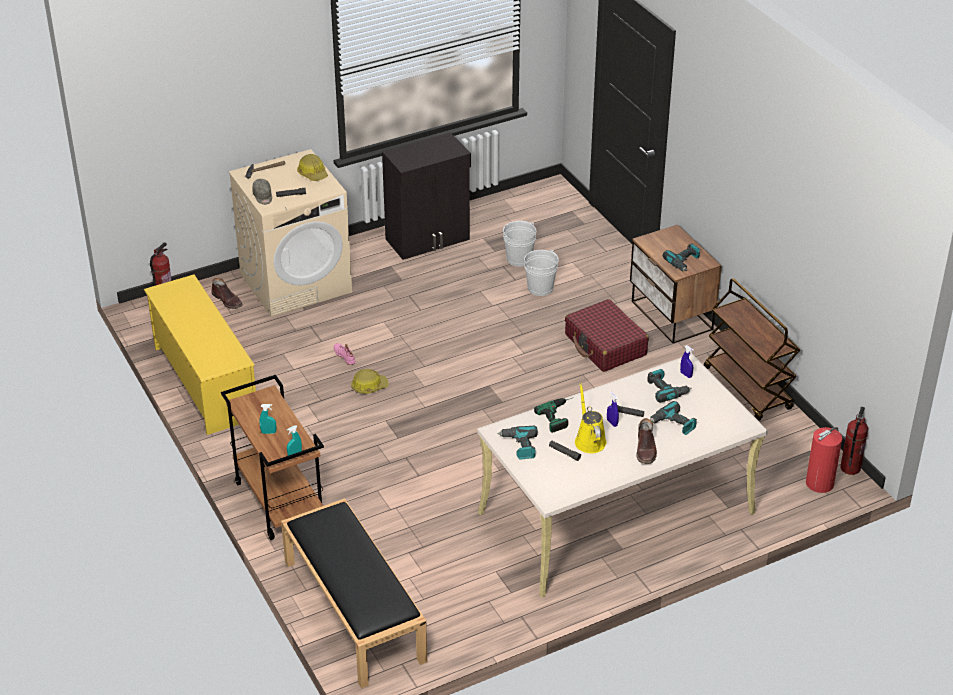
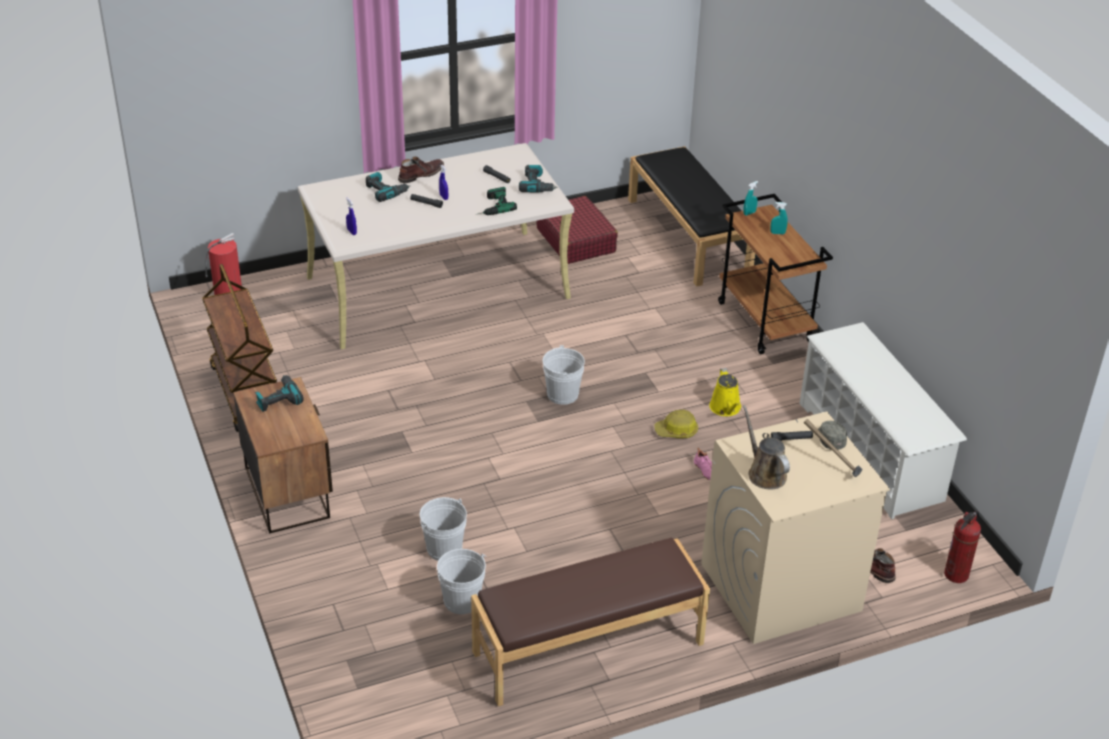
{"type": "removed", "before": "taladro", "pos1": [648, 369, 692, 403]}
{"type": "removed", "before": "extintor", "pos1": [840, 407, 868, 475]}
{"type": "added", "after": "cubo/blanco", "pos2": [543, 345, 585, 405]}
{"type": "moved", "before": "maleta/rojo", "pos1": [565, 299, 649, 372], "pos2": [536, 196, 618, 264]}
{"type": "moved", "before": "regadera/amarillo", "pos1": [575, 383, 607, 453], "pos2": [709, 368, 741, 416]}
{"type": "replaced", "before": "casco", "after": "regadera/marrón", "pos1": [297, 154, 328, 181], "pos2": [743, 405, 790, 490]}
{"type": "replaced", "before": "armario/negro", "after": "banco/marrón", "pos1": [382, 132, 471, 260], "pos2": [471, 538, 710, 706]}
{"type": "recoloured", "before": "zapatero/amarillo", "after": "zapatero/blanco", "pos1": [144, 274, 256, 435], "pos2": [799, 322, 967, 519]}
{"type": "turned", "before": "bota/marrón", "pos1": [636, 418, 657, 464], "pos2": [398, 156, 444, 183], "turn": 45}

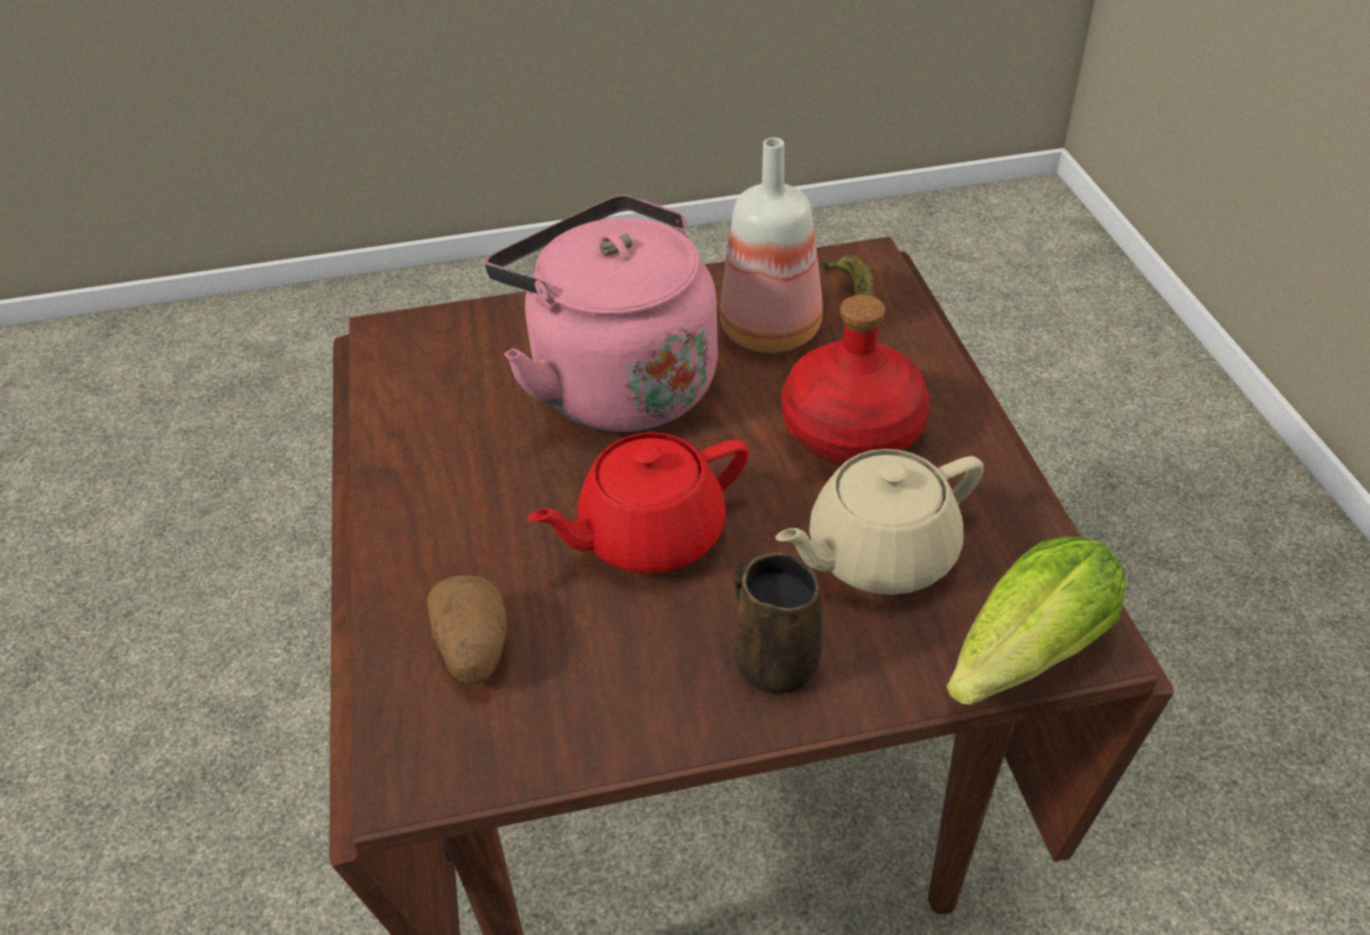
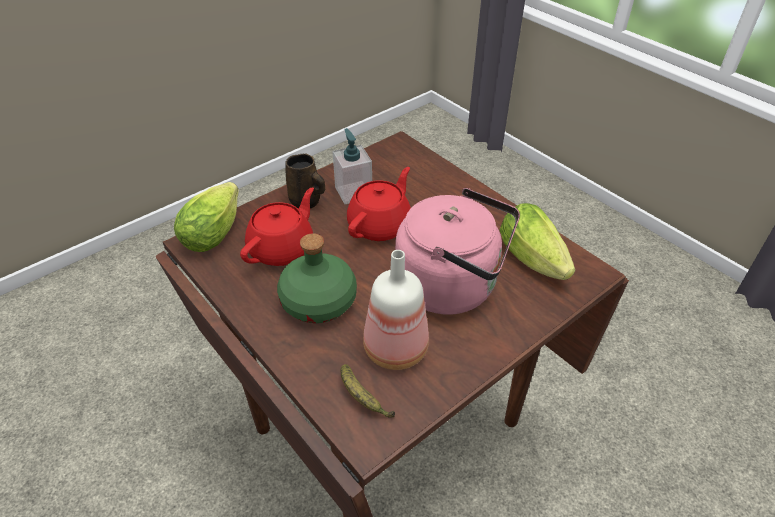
{"type": "removed", "before": "patata", "pos1": [427, 575, 507, 684]}
{"type": "added", "after": "dispensador de jabón", "pos2": [333, 128, 372, 204]}
{"type": "added", "after": "lechuga", "pos2": [500, 203, 575, 280]}
{"type": "recoloured", "before": "tetera/beis", "after": "tetera/rojo", "pos1": [775, 449, 984, 595], "pos2": [240, 187, 314, 266]}
{"type": "recoloured", "before": "botella/rojo", "after": "botella/verde", "pos1": [781, 294, 930, 464], "pos2": [277, 233, 357, 323]}

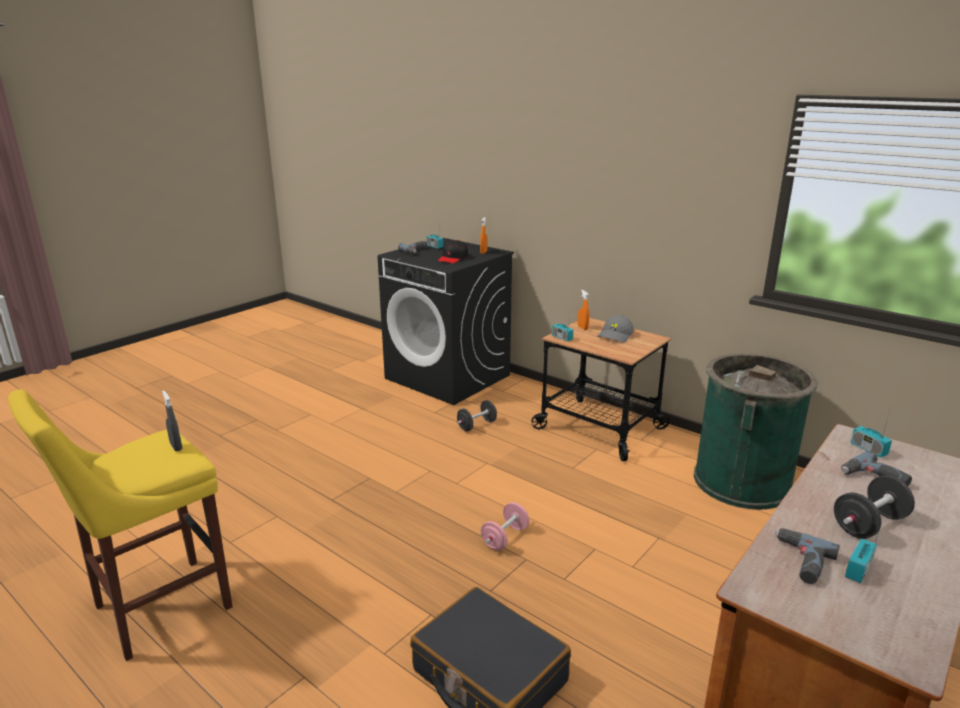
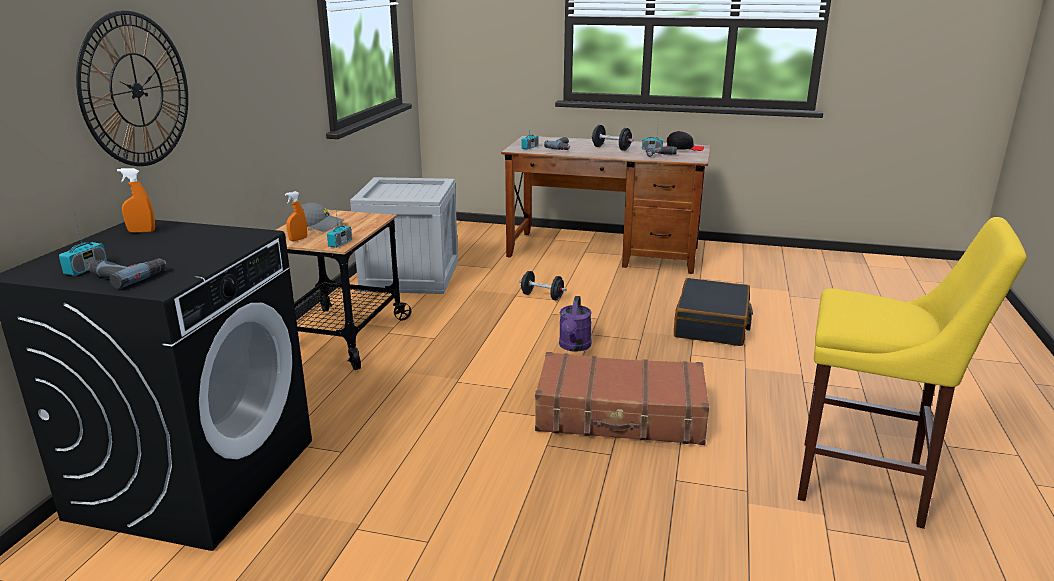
{"type": "removed", "before": "pulverizador/gris", "pos1": [162, 390, 182, 452]}
{"type": "added", "after": "reloj de pared", "pos2": [76, 11, 188, 166]}
{"type": "added", "after": "maleta/marrón", "pos2": [535, 352, 709, 445]}
{"type": "moved", "before": "gorra/negro", "pos1": [438, 240, 468, 263], "pos2": [667, 131, 704, 151]}
{"type": "moved", "before": "mancuerna/negro", "pos1": [457, 400, 497, 432], "pos2": [519, 271, 567, 300]}
{"type": "replaced", "before": "mancuerna/rosa", "after": "regadera/morado", "pos1": [481, 502, 529, 550], "pos2": [559, 296, 592, 352]}
{"type": "replaced", "before": "papelera/verde", "after": "caja de embalaje", "pos1": [694, 353, 818, 510], "pos2": [350, 177, 458, 294]}

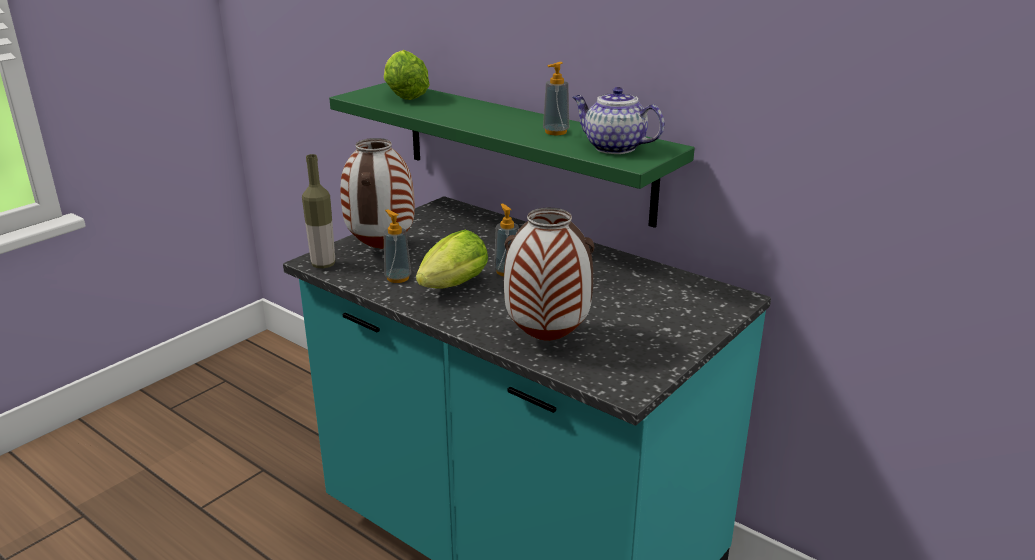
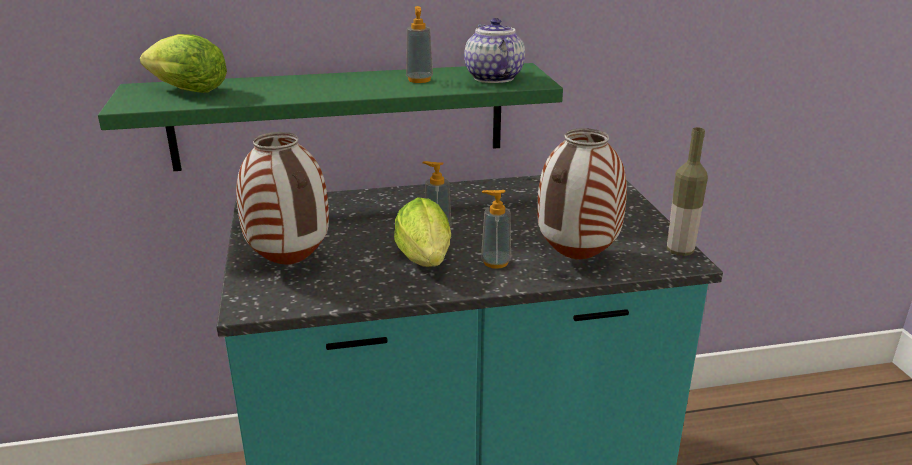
{"type": "moved", "before": "botella", "pos1": [302, 154, 335, 268], "pos2": [667, 127, 708, 256]}
{"type": "moved", "before": "dispensador de jabón", "pos1": [383, 210, 411, 283], "pos2": [481, 190, 511, 269]}
{"type": "turned", "before": "tetera", "pos1": [572, 87, 664, 154], "pos2": [464, 18, 525, 83], "turn": 90}

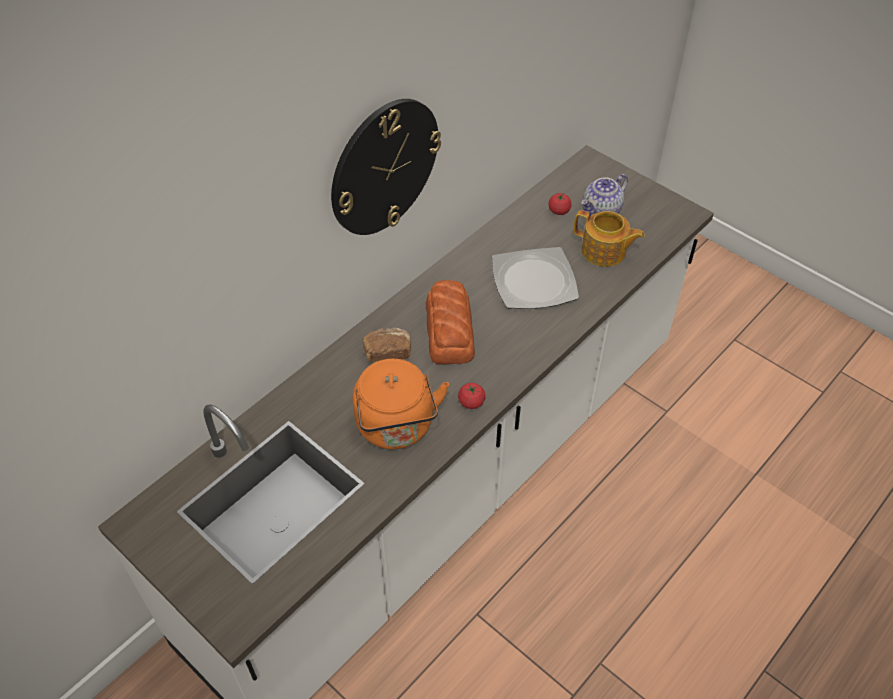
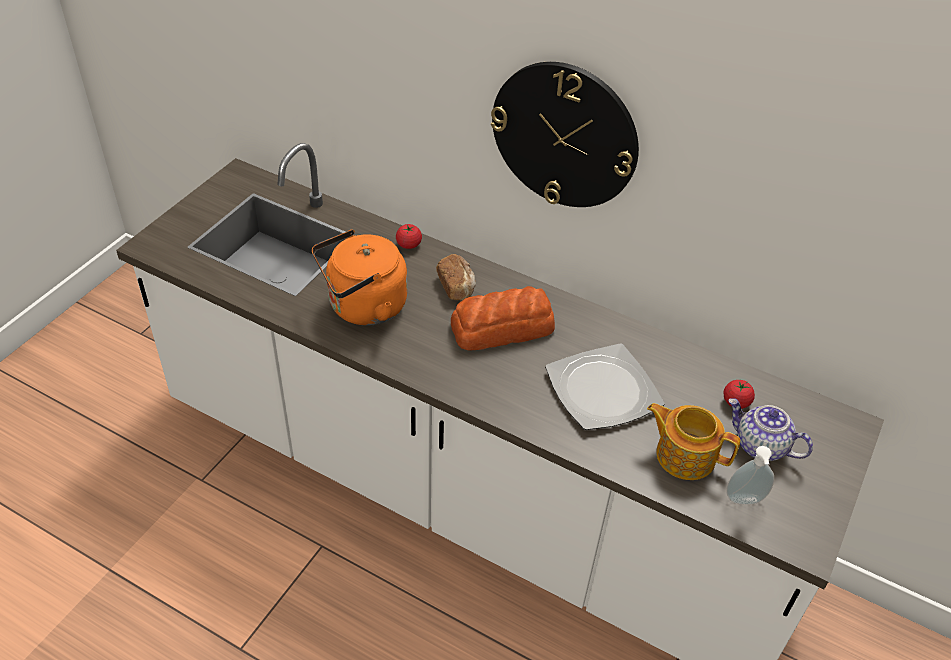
{"type": "added", "after": "dispensador de jabón", "pos2": [726, 446, 774, 505]}
{"type": "moved", "before": "tomate", "pos1": [458, 383, 486, 409], "pos2": [396, 224, 422, 249]}
{"type": "turned", "before": "tetera", "pos1": [574, 210, 645, 267], "pos2": [647, 403, 740, 480], "turn": 105}

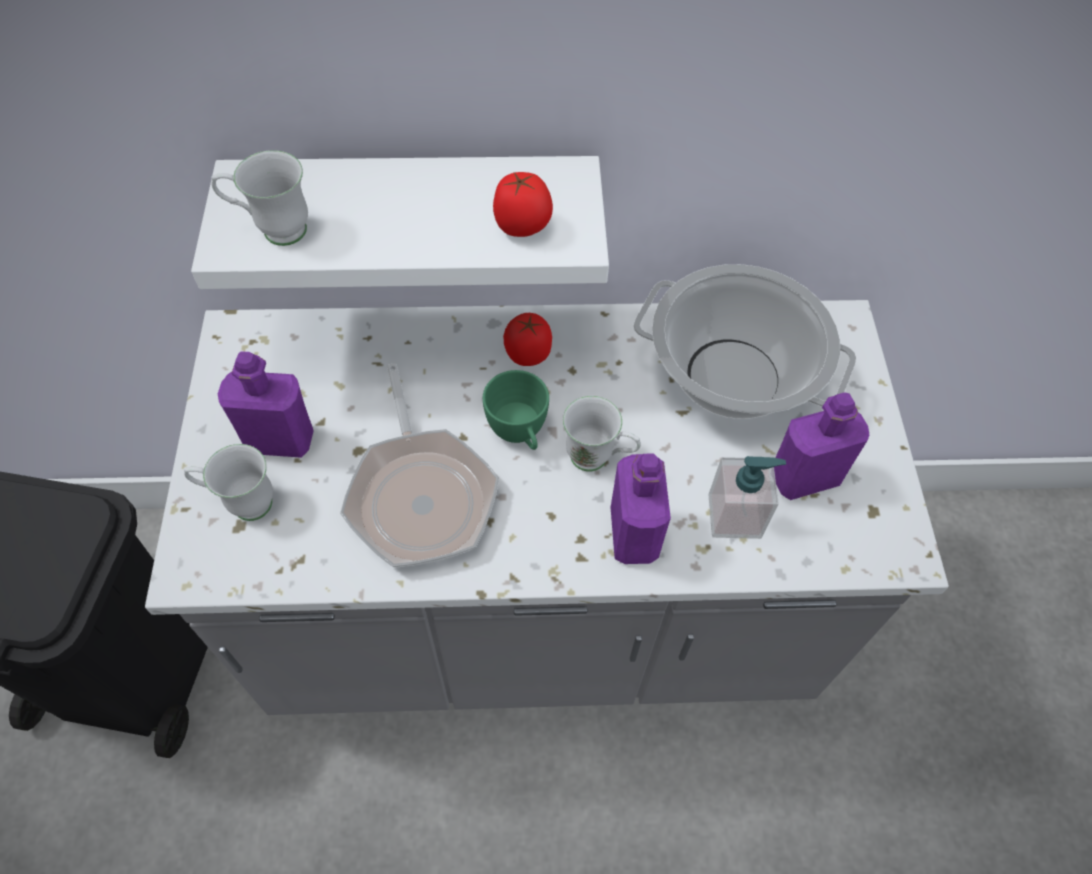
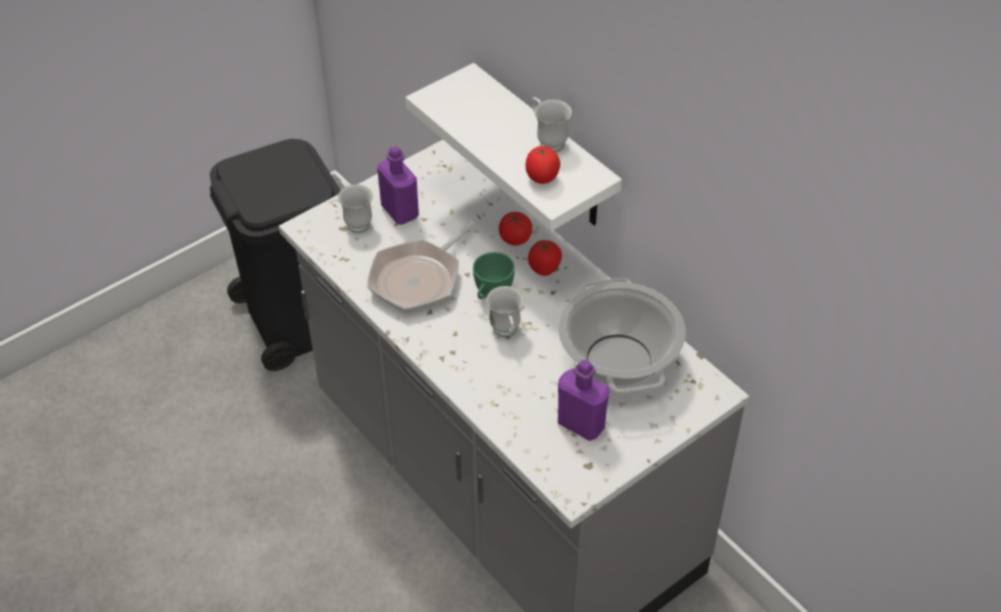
{"type": "removed", "before": "botella/morado", "pos1": [610, 453, 671, 564]}
{"type": "removed", "before": "dispensador de jabón", "pos1": [708, 456, 786, 539]}
{"type": "added", "after": "tomate", "pos2": [499, 212, 532, 246]}
{"type": "moved", "before": "taza grande/blanco", "pos1": [211, 150, 308, 246], "pos2": [532, 97, 572, 152]}

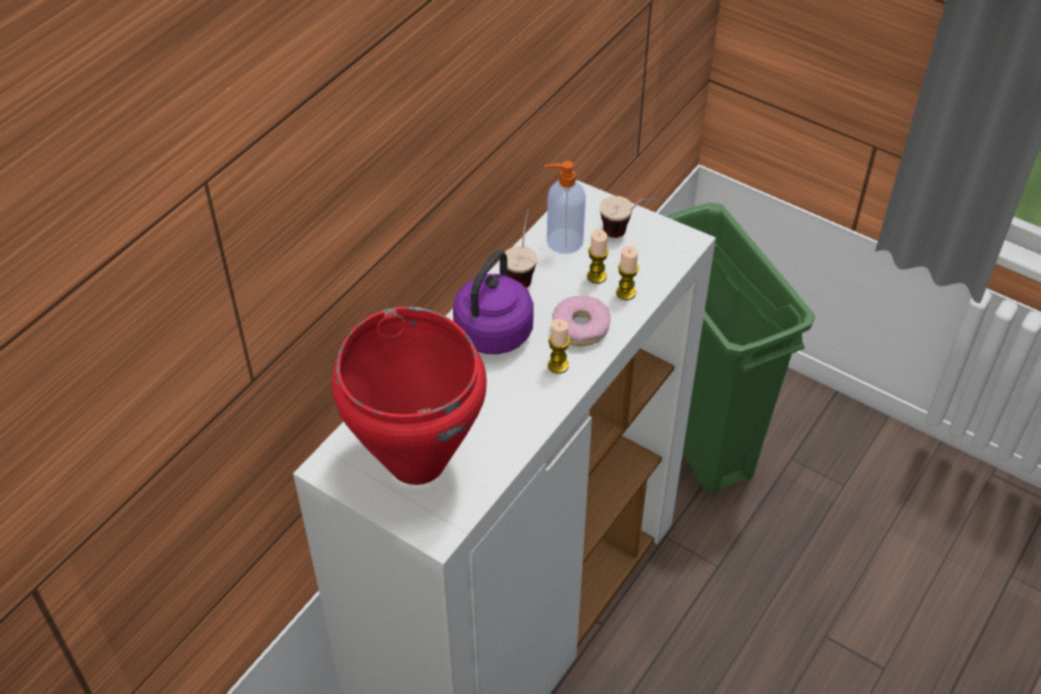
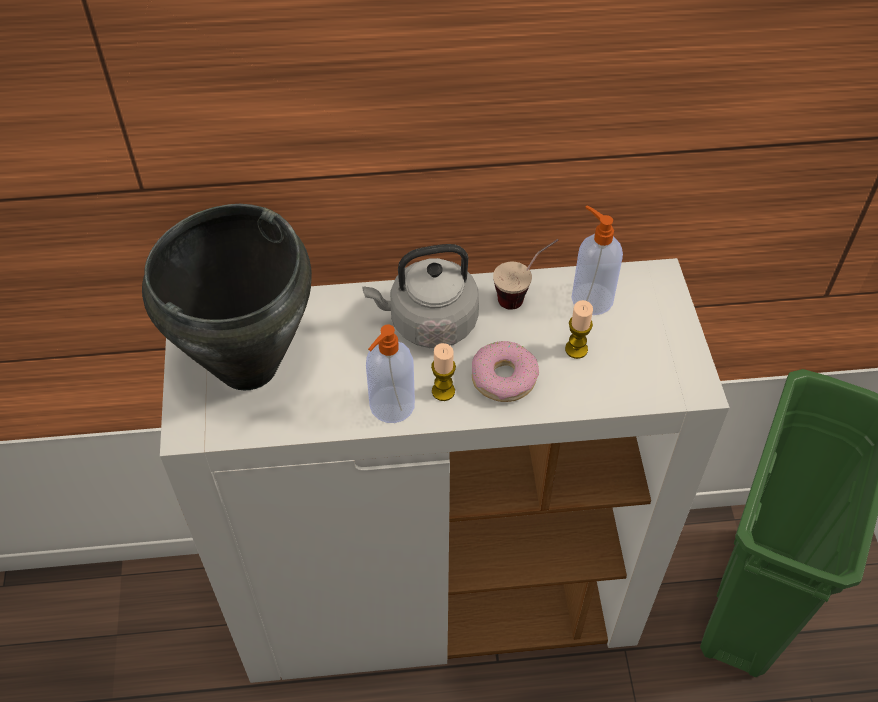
{"type": "removed", "before": "taza", "pos1": [600, 196, 662, 238]}
{"type": "removed", "before": "vela", "pos1": [616, 246, 639, 300]}
{"type": "added", "after": "dispensador de jabón", "pos2": [366, 324, 415, 423]}
{"type": "recoloured", "before": "olla/rojo", "after": "olla/negro", "pos1": [332, 307, 487, 485], "pos2": [142, 204, 312, 391]}
{"type": "recoloured", "before": "hervidor/morado", "after": "hervidor/gris", "pos1": [453, 250, 534, 354], "pos2": [362, 244, 479, 348]}

